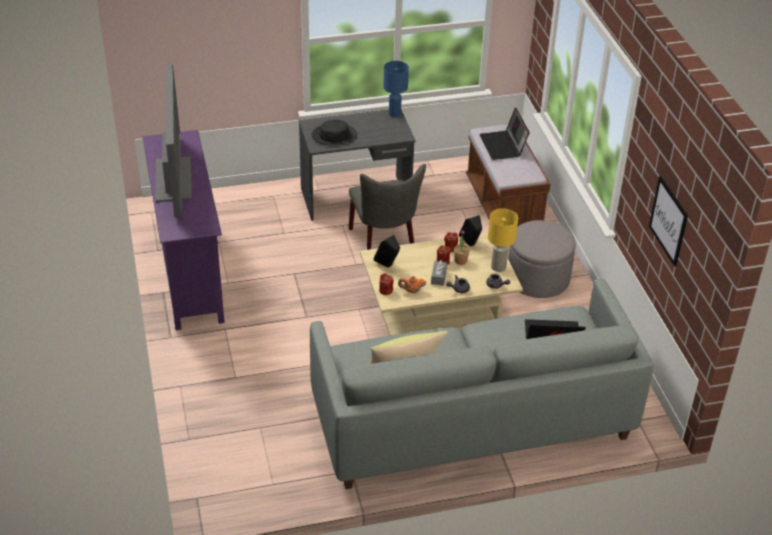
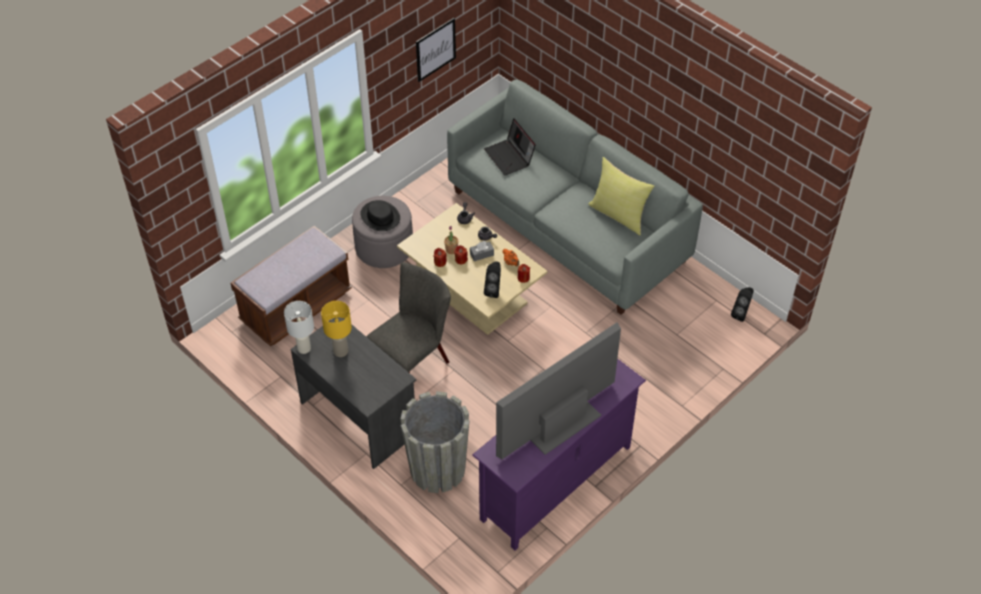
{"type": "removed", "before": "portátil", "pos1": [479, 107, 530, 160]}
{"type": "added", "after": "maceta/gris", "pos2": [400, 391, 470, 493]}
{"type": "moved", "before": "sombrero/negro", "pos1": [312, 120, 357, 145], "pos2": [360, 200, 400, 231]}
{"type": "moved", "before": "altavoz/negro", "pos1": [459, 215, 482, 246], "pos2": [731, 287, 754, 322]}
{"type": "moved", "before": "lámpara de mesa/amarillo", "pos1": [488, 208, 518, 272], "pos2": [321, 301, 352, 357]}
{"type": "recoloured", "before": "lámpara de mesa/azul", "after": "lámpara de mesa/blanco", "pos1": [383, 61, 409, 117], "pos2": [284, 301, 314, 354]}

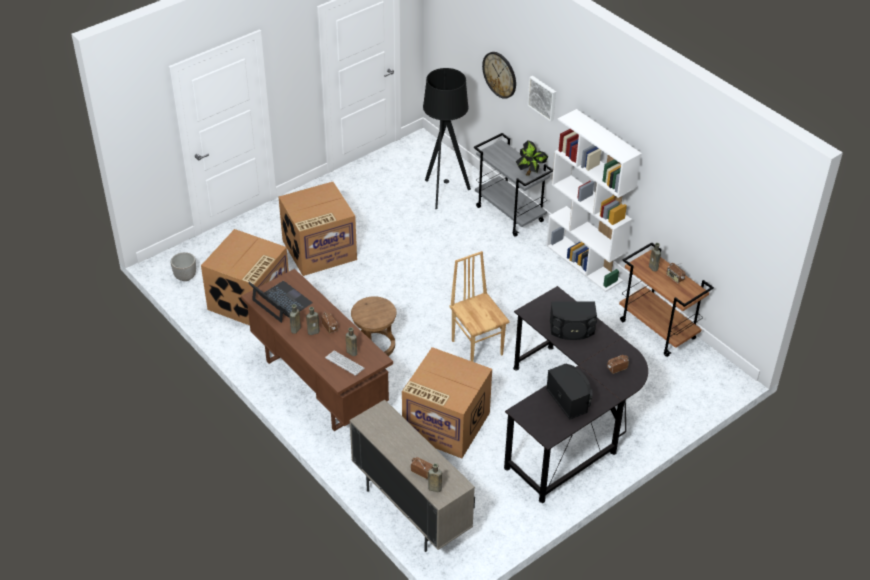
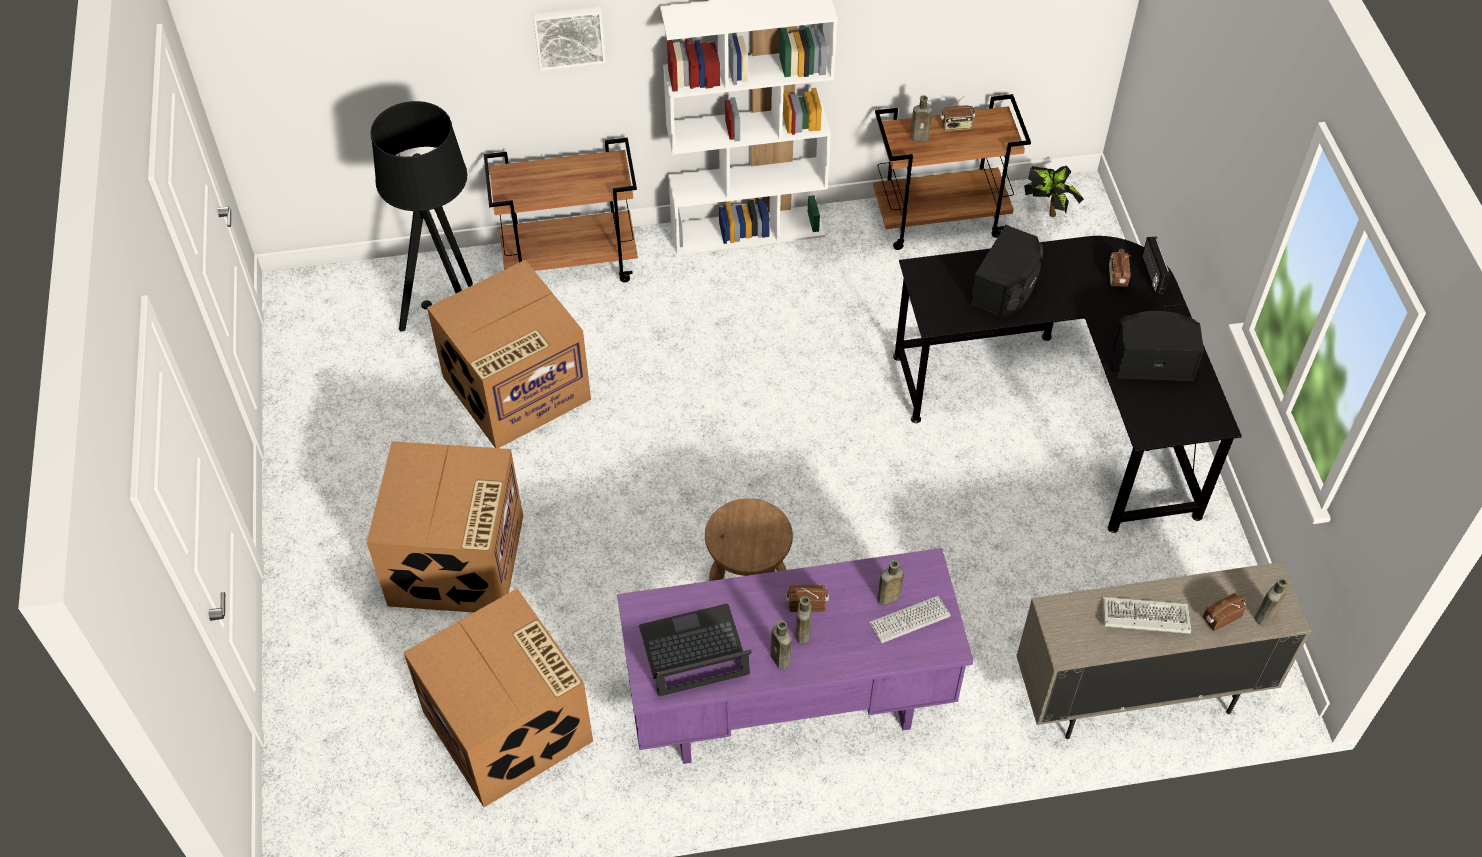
{"type": "removed", "before": "maceta", "pos1": [171, 252, 196, 281]}
{"type": "removed", "before": "silla/marrón", "pos1": [450, 251, 509, 362]}
{"type": "removed", "before": "reloj de pared", "pos1": [482, 52, 516, 99]}
{"type": "added", "after": "teclado", "pos2": [1103, 597, 1191, 634]}
{"type": "added", "after": "radio", "pos2": [1142, 236, 1171, 294]}
{"type": "moved", "before": "caja de cartón", "pos1": [402, 347, 492, 458], "pos2": [427, 260, 591, 448]}
{"type": "moved", "before": "planta en maceta", "pos1": [516, 140, 548, 176], "pos2": [1024, 166, 1084, 217]}
{"type": "recoloured", "before": "escritorio/marrón", "after": "escritorio/morado", "pos1": [241, 269, 393, 431], "pos2": [617, 548, 974, 764]}
{"type": "recoloured", "before": "carrito/gris", "after": "carrito/marrón", "pos1": [474, 133, 553, 237], "pos2": [484, 138, 638, 282]}

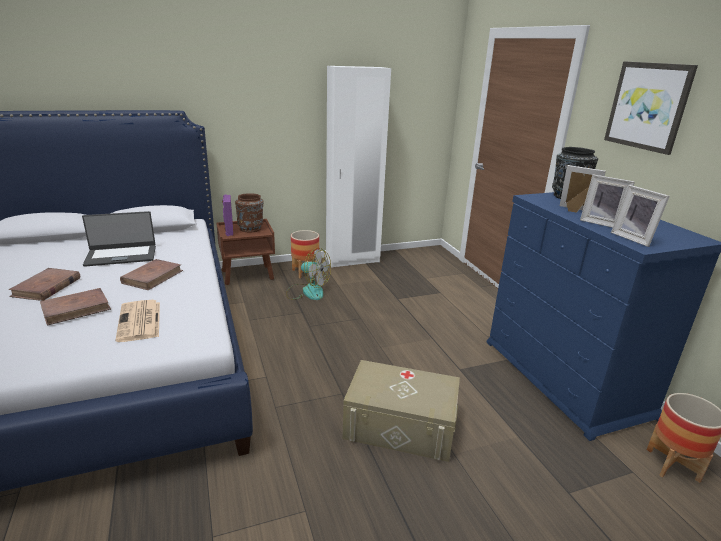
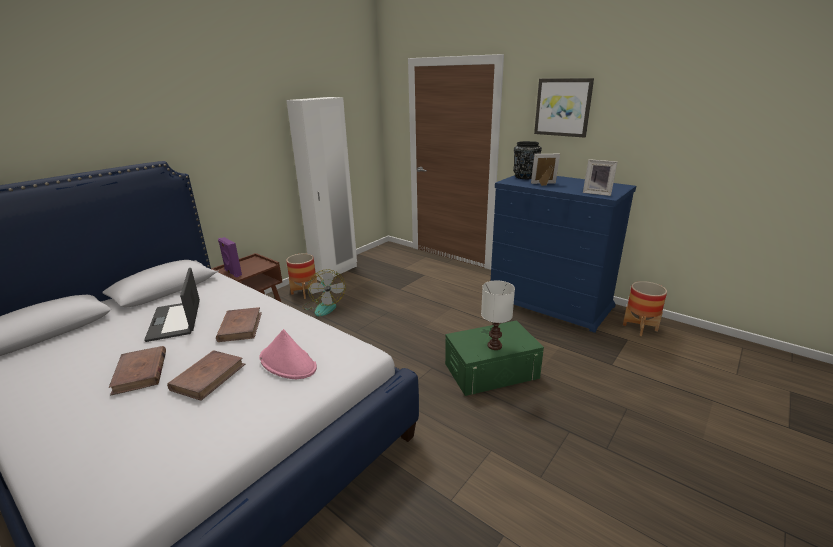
{"type": "removed", "before": "florero/marrón", "pos1": [235, 194, 263, 232]}
{"type": "removed", "before": "portarretratos", "pos1": [580, 174, 635, 228]}
{"type": "added", "after": "lámpara de mesa/blanco", "pos2": [481, 280, 515, 350]}
{"type": "replaced", "before": "periódico", "after": "sombrero/rosa", "pos1": [116, 300, 160, 342], "pos2": [259, 329, 317, 379]}
{"type": "recoloured", "before": "caja de almacenaje/beis", "after": "caja de almacenaje/verde", "pos1": [342, 360, 460, 462], "pos2": [445, 320, 544, 396]}
{"type": "turned", "before": "portátil", "pos1": [82, 211, 156, 267], "pos2": [144, 268, 200, 342], "turn": 120}
{"type": "turned", "before": "ventilador", "pos1": [286, 248, 331, 300], "pos2": [302, 269, 346, 317], "turn": 75}

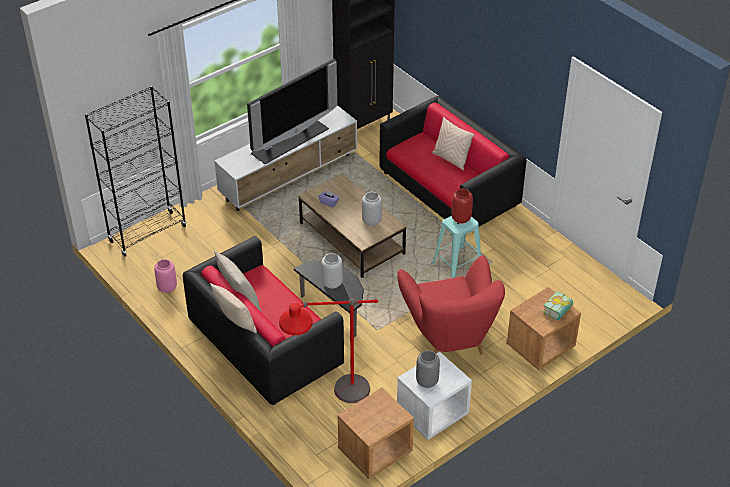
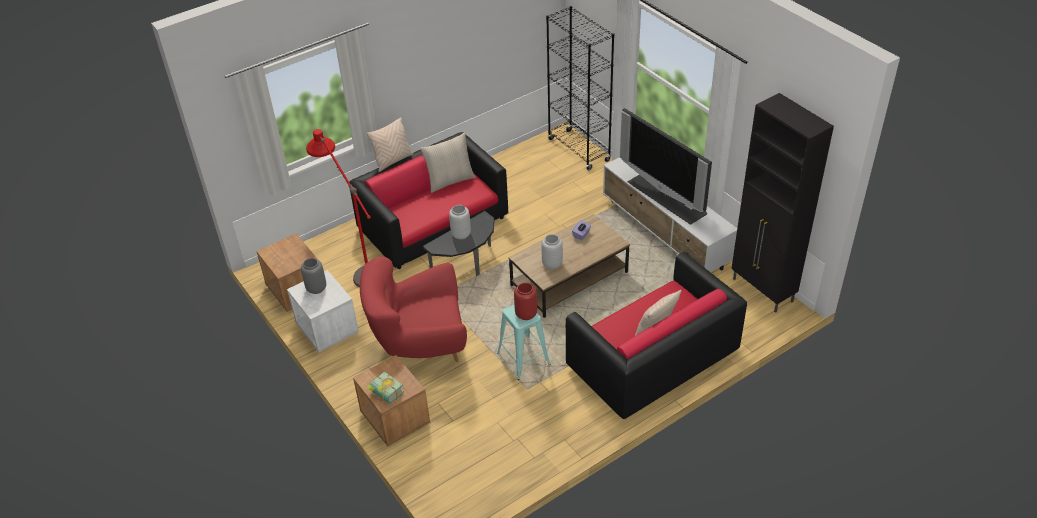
{"type": "removed", "before": "florero/rosa", "pos1": [154, 259, 177, 293]}

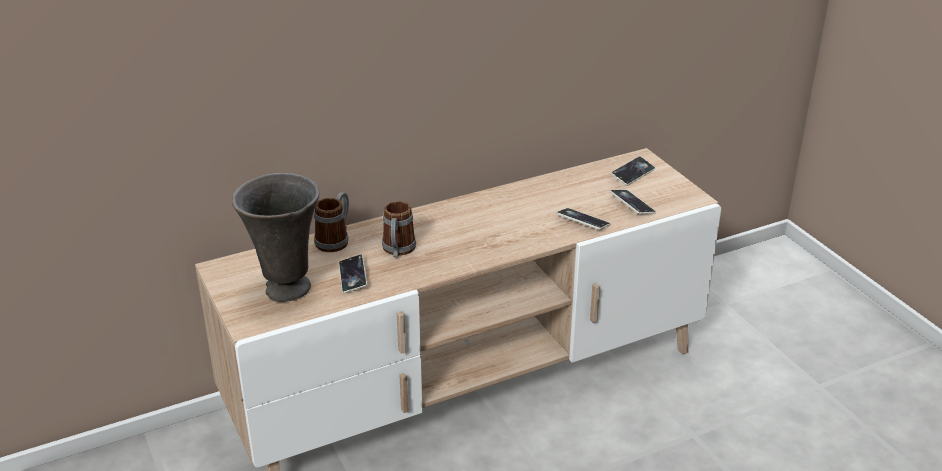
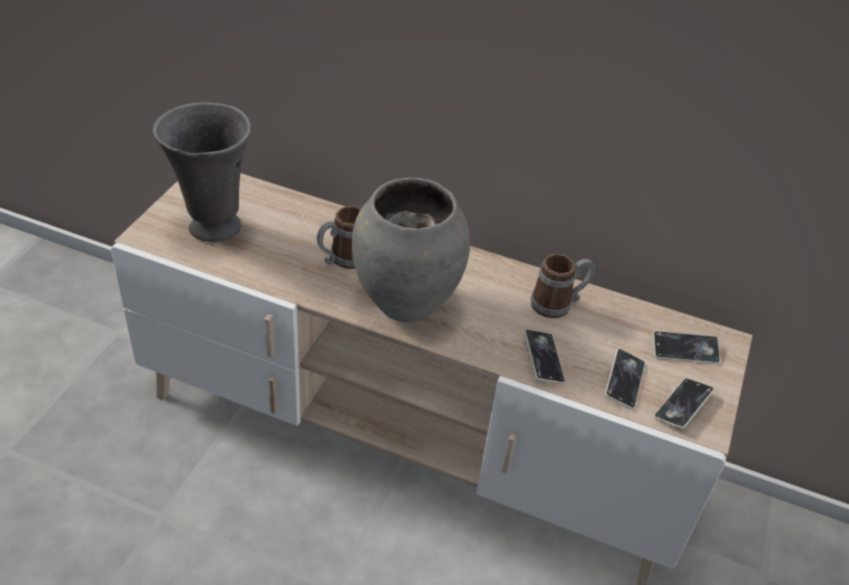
{"type": "added", "after": "florero/gris", "pos2": [352, 178, 470, 322]}
{"type": "moved", "before": "taza grande", "pos1": [314, 192, 349, 252], "pos2": [531, 254, 595, 318]}
{"type": "moved", "before": "móvil", "pos1": [339, 255, 367, 293], "pos2": [654, 379, 714, 429]}

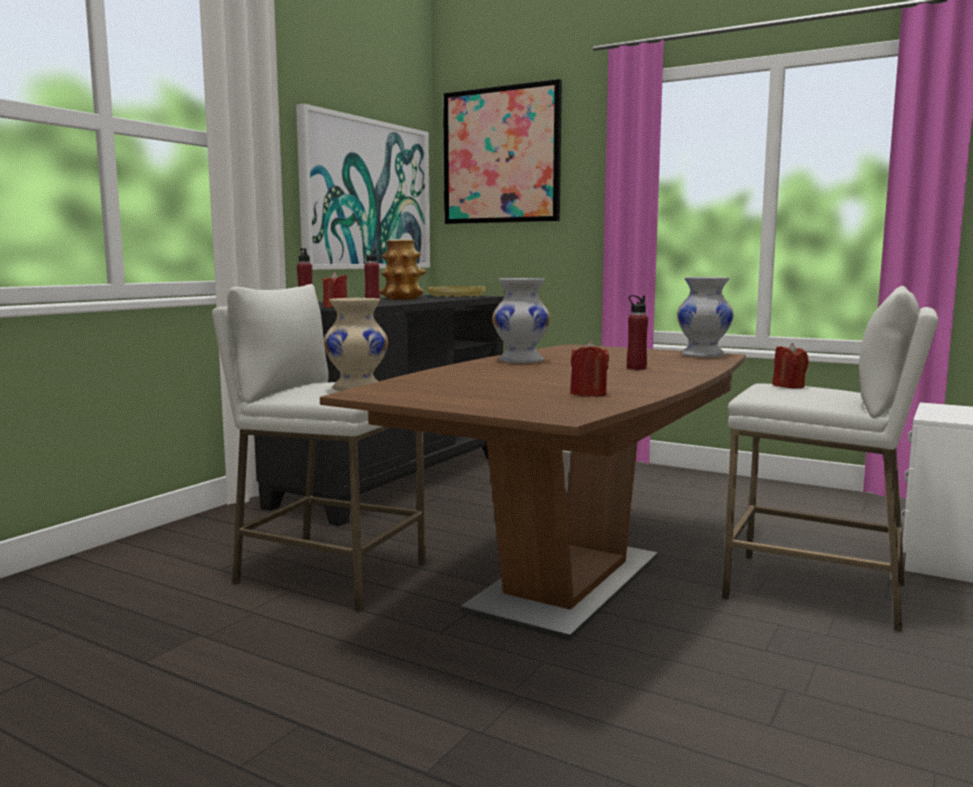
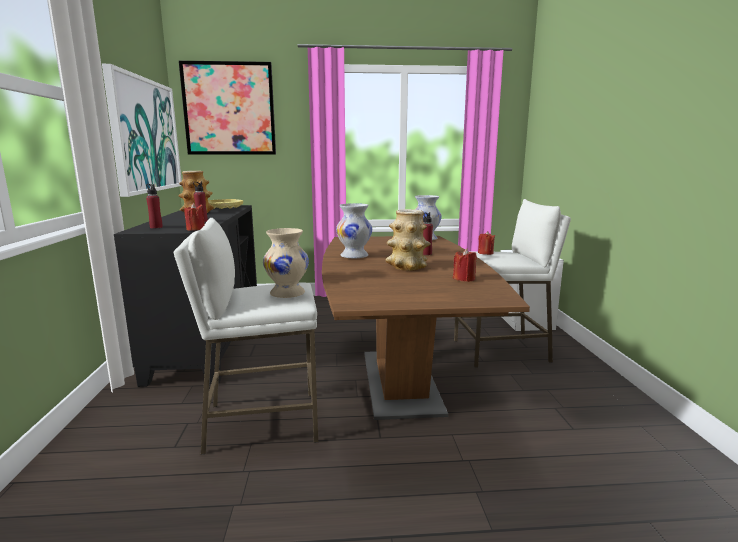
{"type": "added", "after": "florero", "pos2": [385, 209, 431, 271]}

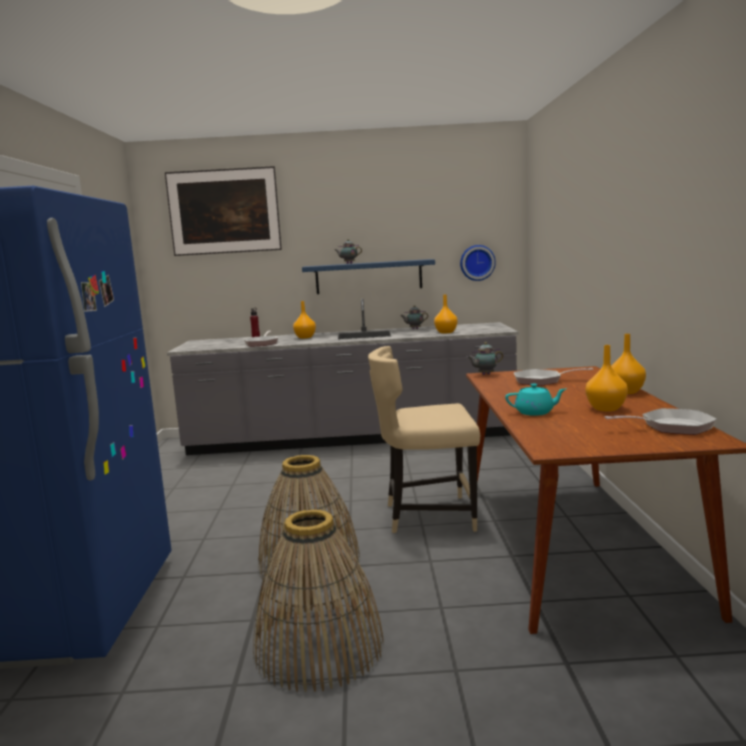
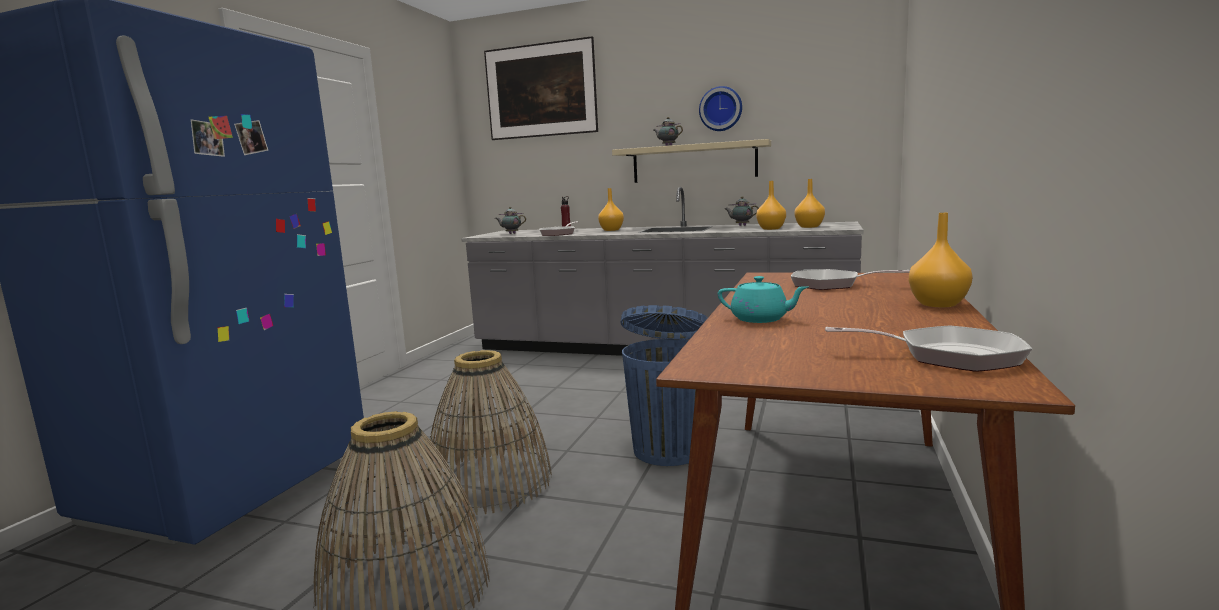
{"type": "moved", "before": "reloj de pared", "pos1": [460, 245, 496, 281], "pos2": [699, 86, 742, 131]}
{"type": "moved", "before": "tetera", "pos1": [467, 342, 503, 375], "pos2": [495, 207, 526, 234]}
{"type": "moved", "before": "florero/naranja", "pos1": [585, 345, 628, 411], "pos2": [794, 179, 825, 228]}
{"type": "replaced", "before": "silla/beis", "after": "papelera/azul", "pos1": [368, 346, 480, 533], "pos2": [621, 305, 707, 466]}
{"type": "recoloured", "before": "estante/azul", "after": "estante/beis", "pos1": [302, 259, 435, 294], "pos2": [612, 139, 771, 183]}

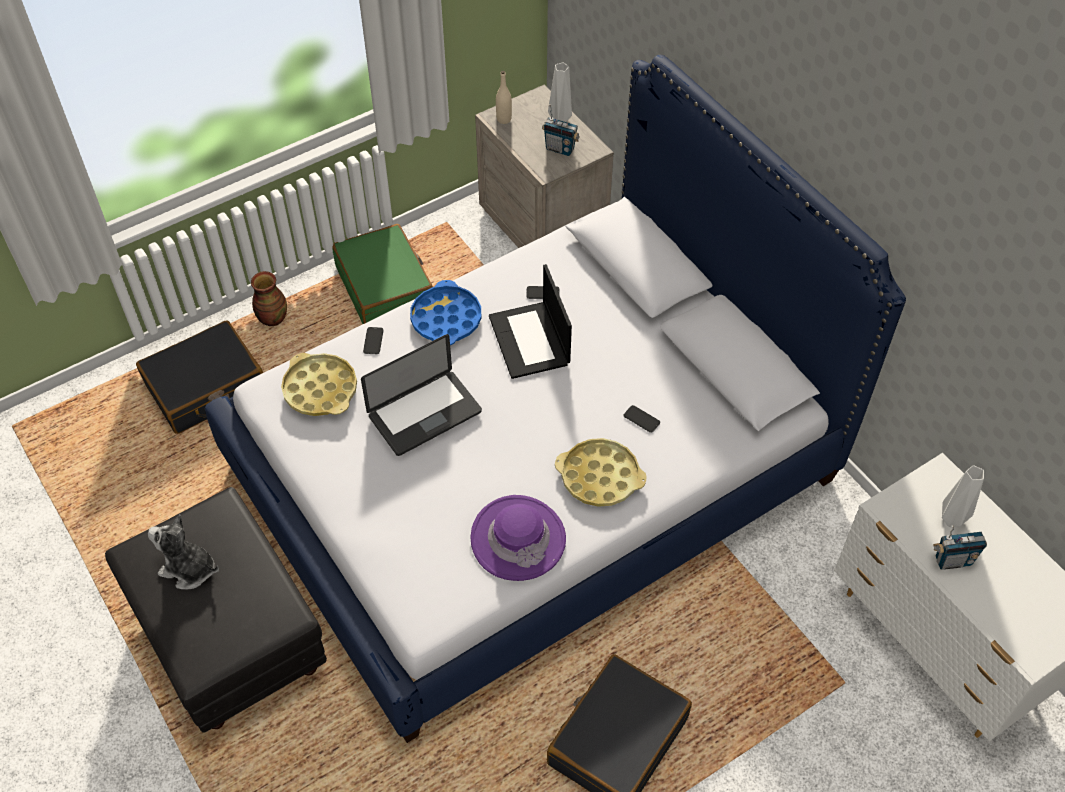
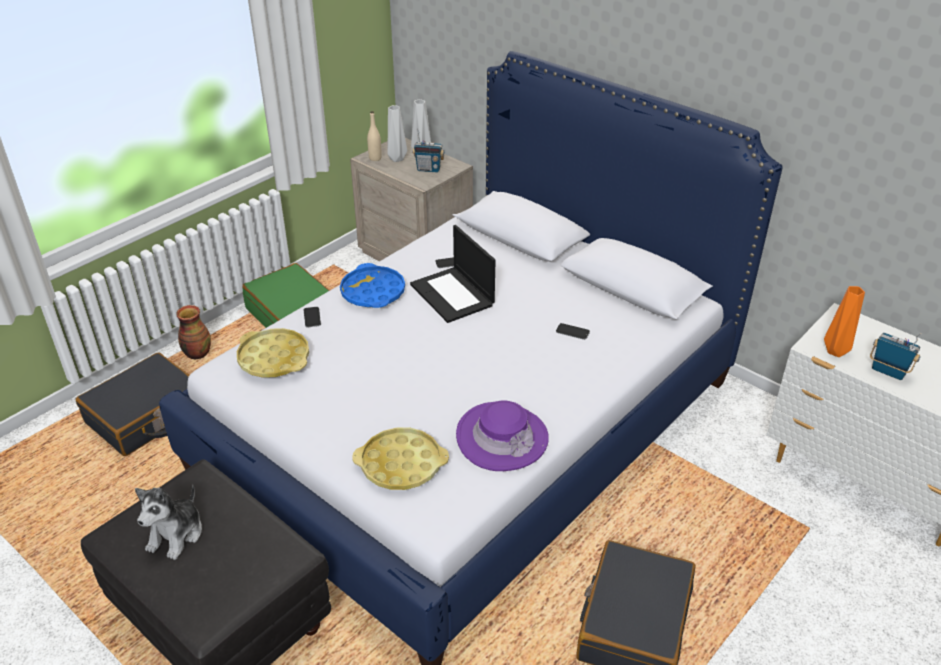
{"type": "removed", "before": "portátil", "pos1": [361, 334, 482, 456]}
{"type": "added", "after": "florero/naranja", "pos2": [824, 286, 865, 357]}
{"type": "moved", "before": "bandeja/amarillo", "pos1": [555, 438, 647, 507], "pos2": [352, 428, 449, 490]}
{"type": "moved", "before": "florero/gris", "pos1": [942, 465, 984, 527], "pos2": [387, 105, 407, 162]}
{"type": "turned", "before": "peluche", "pos1": [148, 514, 219, 589], "pos2": [135, 485, 202, 560], "turn": -75}
{"type": "turned", "before": "radio", "pos1": [933, 525, 987, 570], "pos2": [870, 333, 922, 380], "turn": -120}

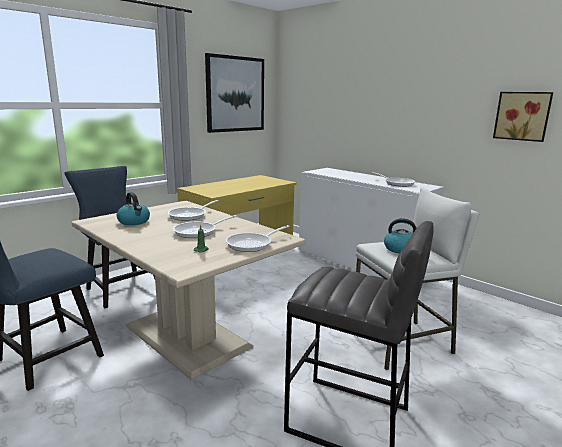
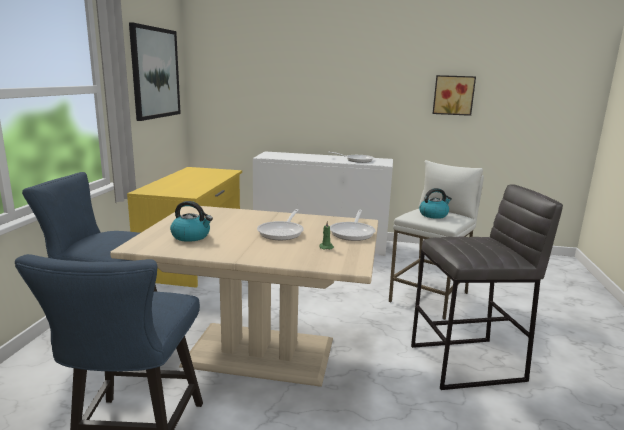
{"type": "removed", "before": "sartén", "pos1": [168, 200, 219, 221]}

